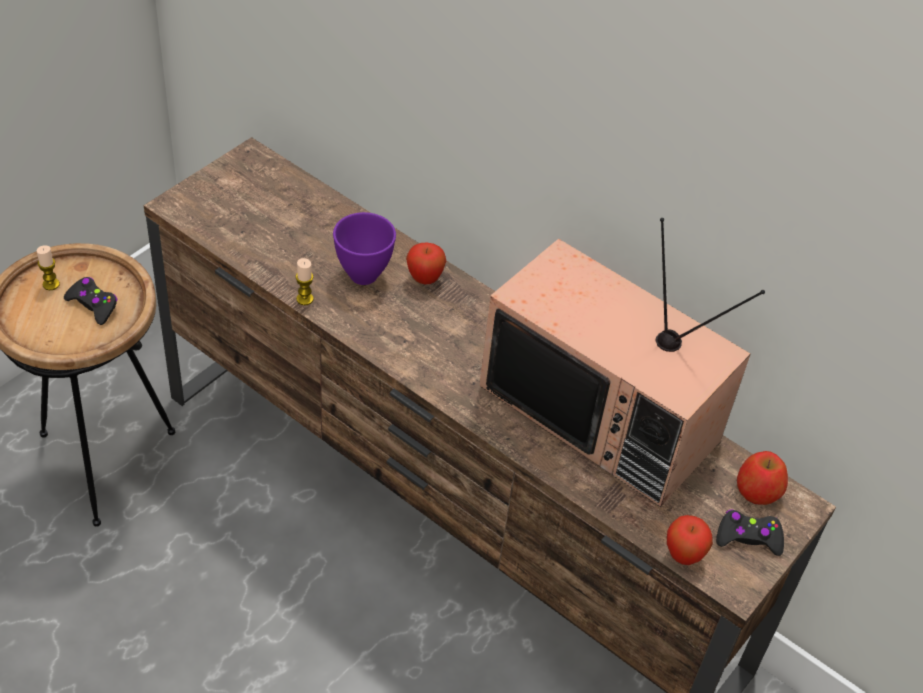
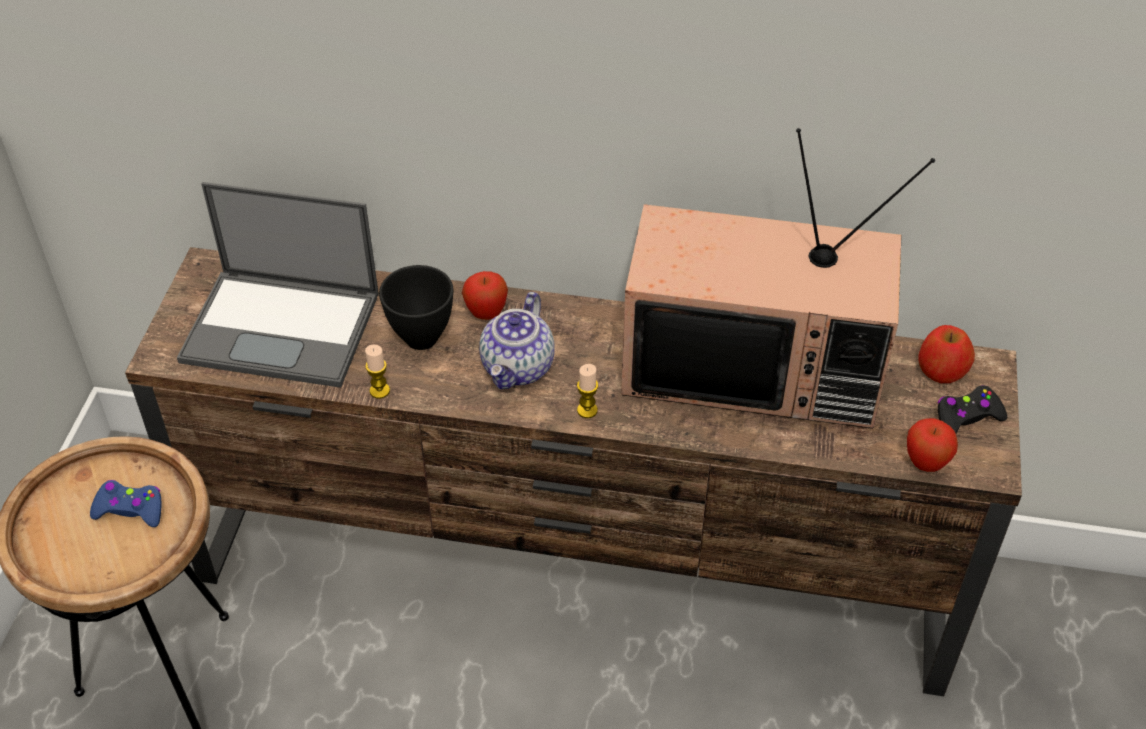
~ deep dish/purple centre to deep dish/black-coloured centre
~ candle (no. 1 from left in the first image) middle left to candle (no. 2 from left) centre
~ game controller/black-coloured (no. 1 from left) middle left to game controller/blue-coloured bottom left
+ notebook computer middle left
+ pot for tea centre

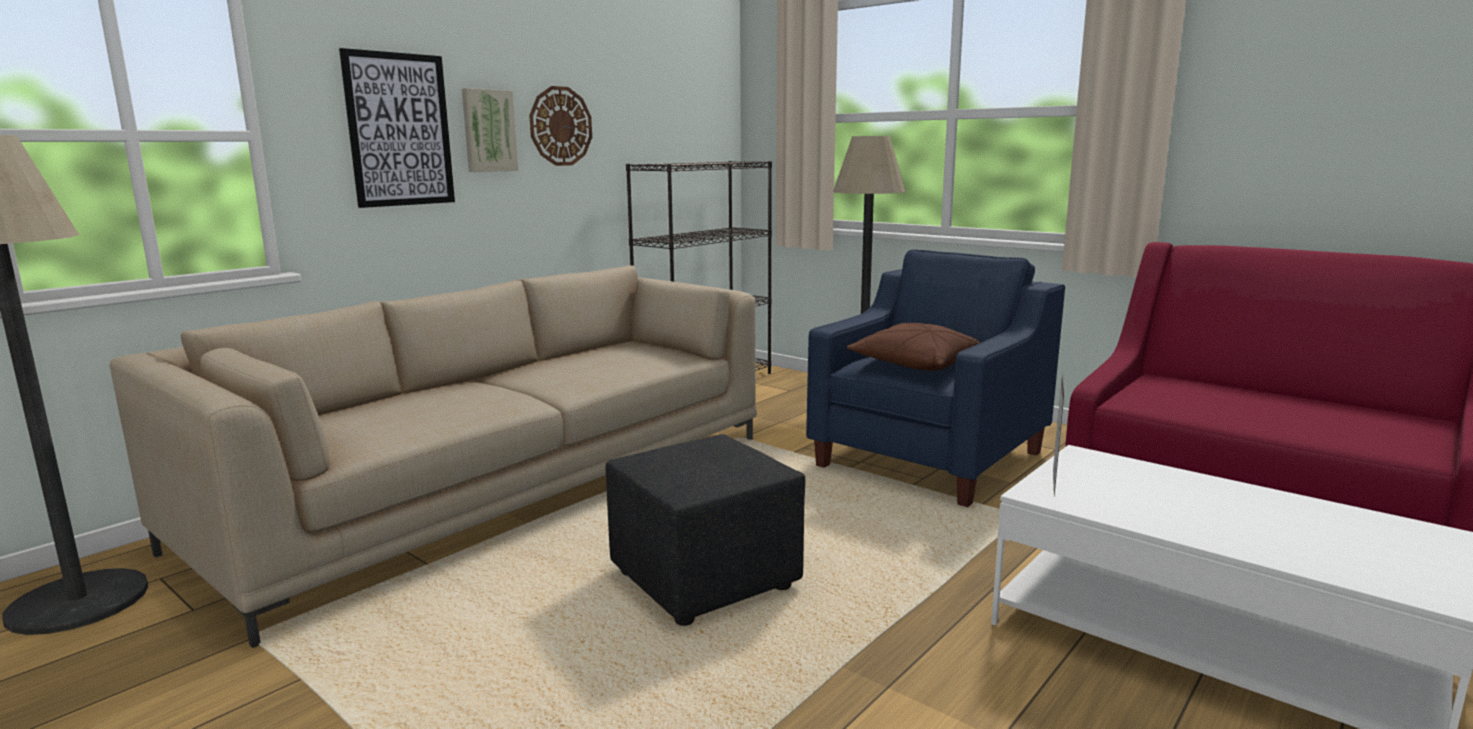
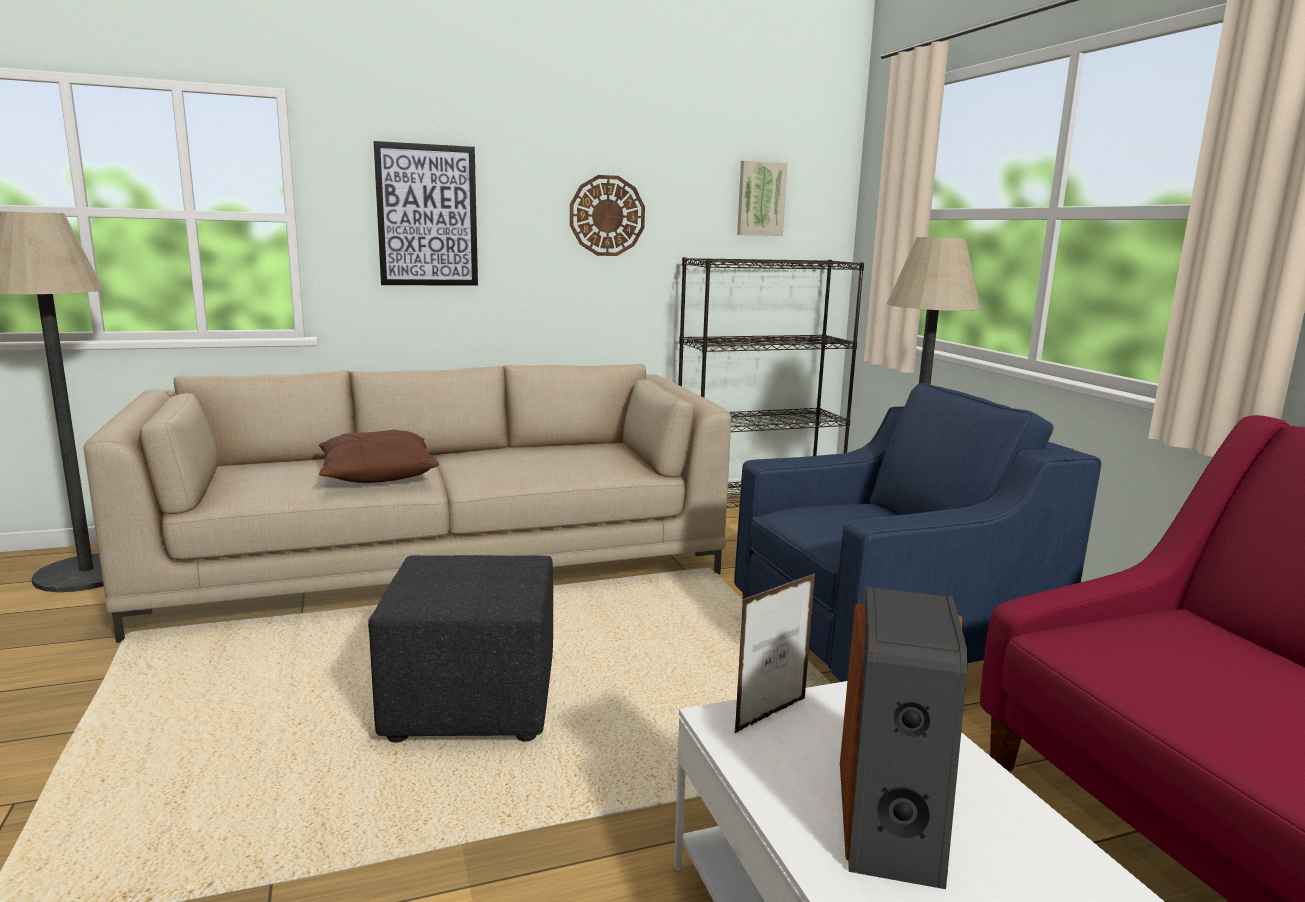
~ wall picture (no. 2 from left) top left to top centre
~ cushion/brown-coloured centre to middle left
+ audio speaker bottom right

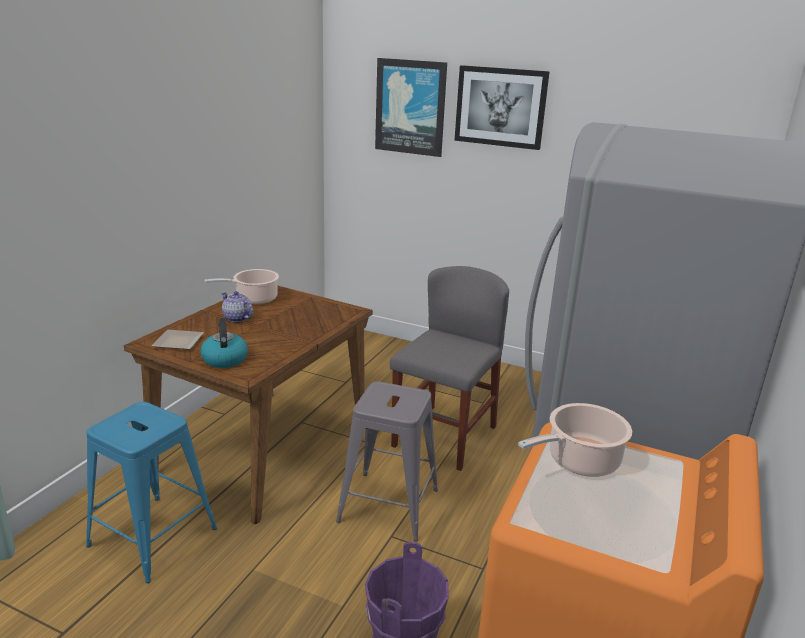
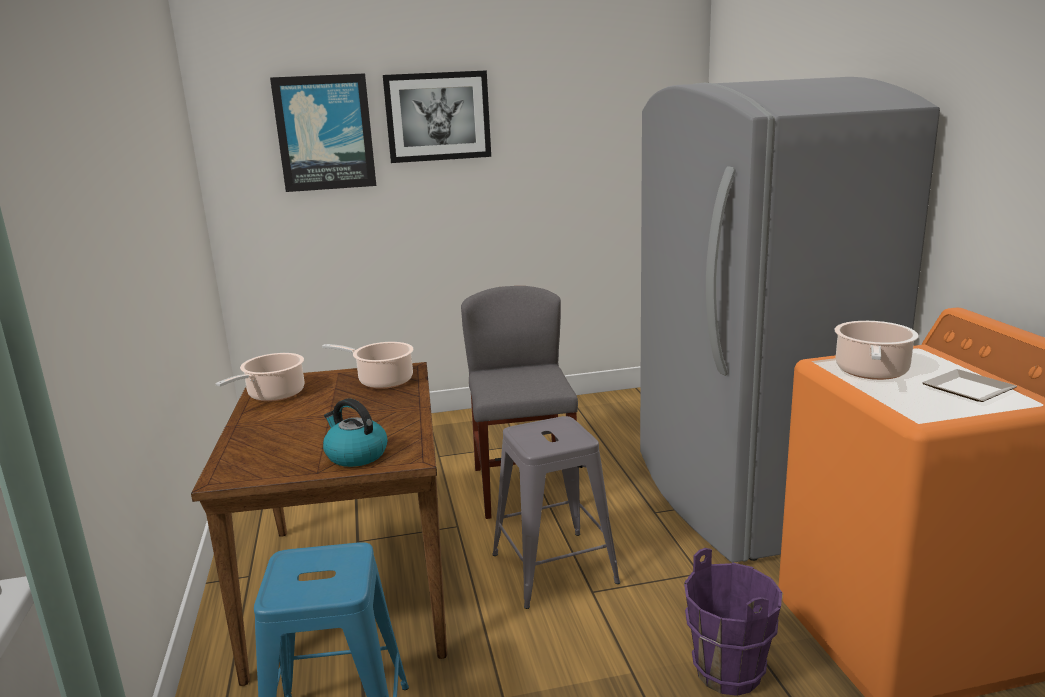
- pot for tea middle left
~ dinner plate middle left to middle right
+ stockpot (no. 2 from left) centre

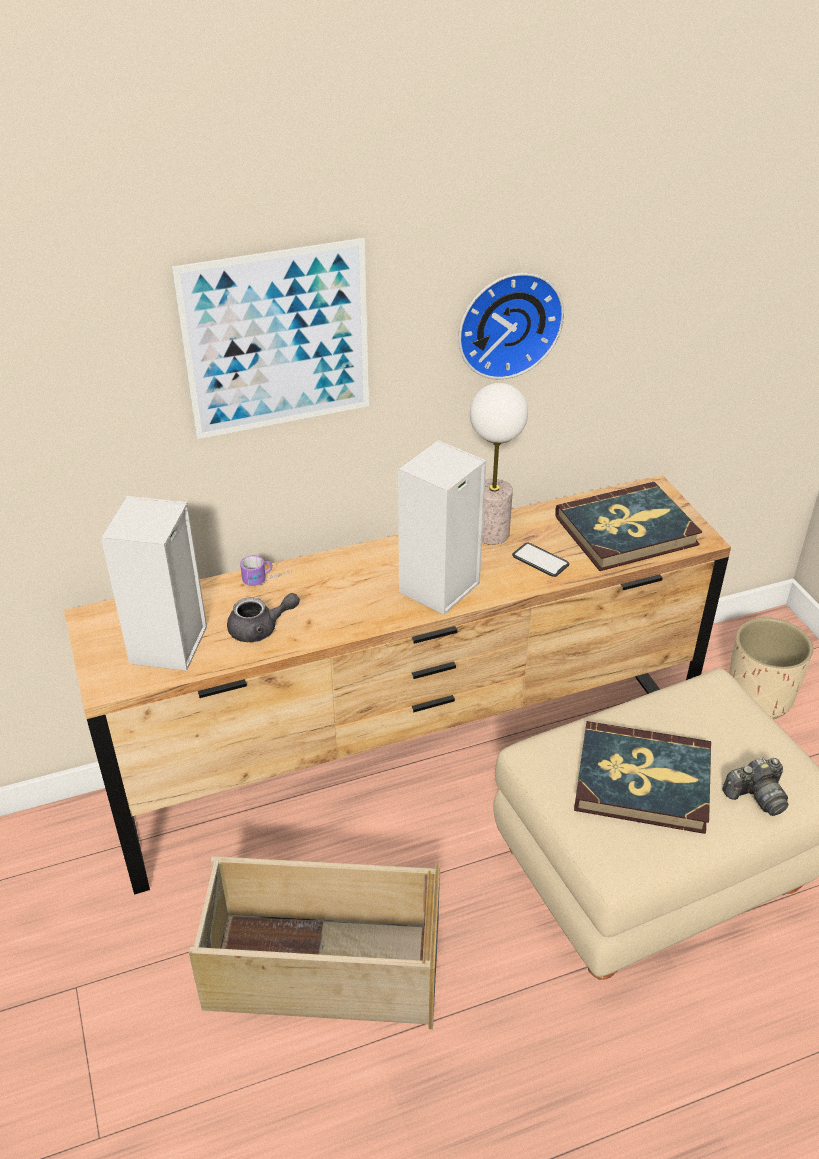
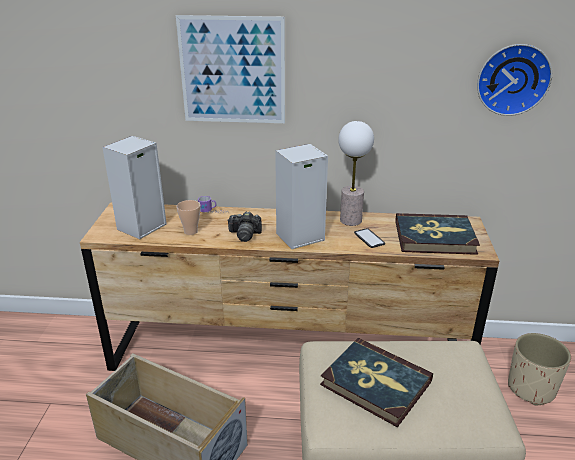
~ hanging clock top centre to top right
~ pot for tea/gray middle left to cup middle left
~ still camera bottom right to centre

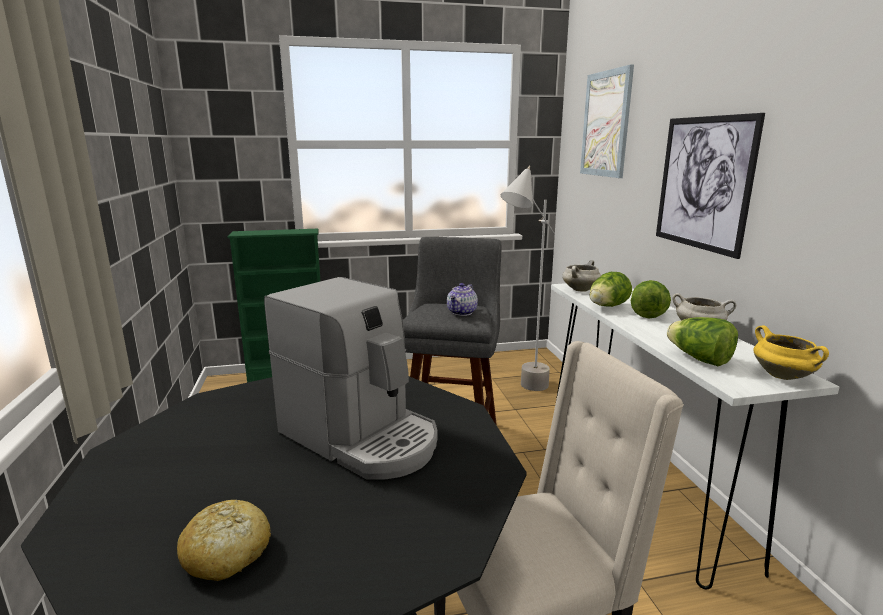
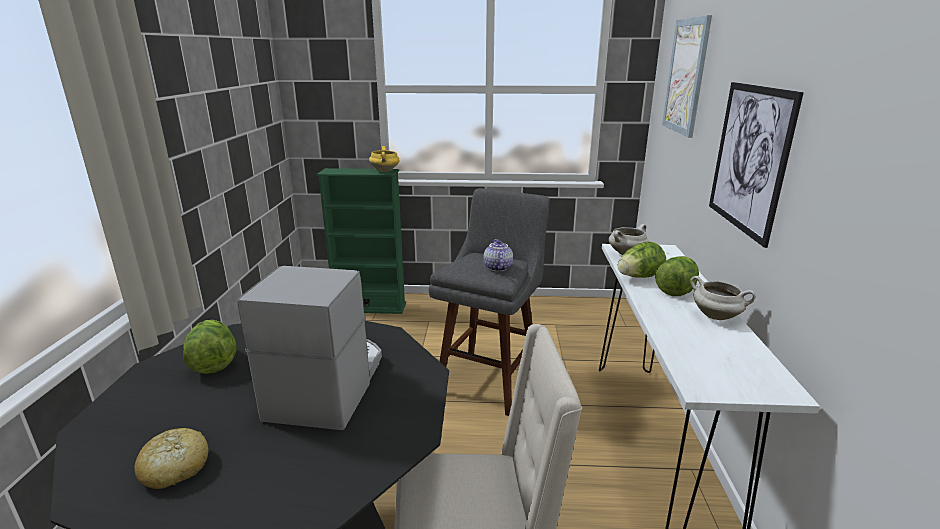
- floor lamp/gray centre
~ coffee brewer centre = middle left 135 degrees counterclockwise
~ pot for tea centre = centre 135 degrees clockwise
~ head of lettuce (no. 3 from left in the first image) middle right to head of lettuce (no. 1 from left) middle left
~ stockpot/yellow-coloured middle right to top centre

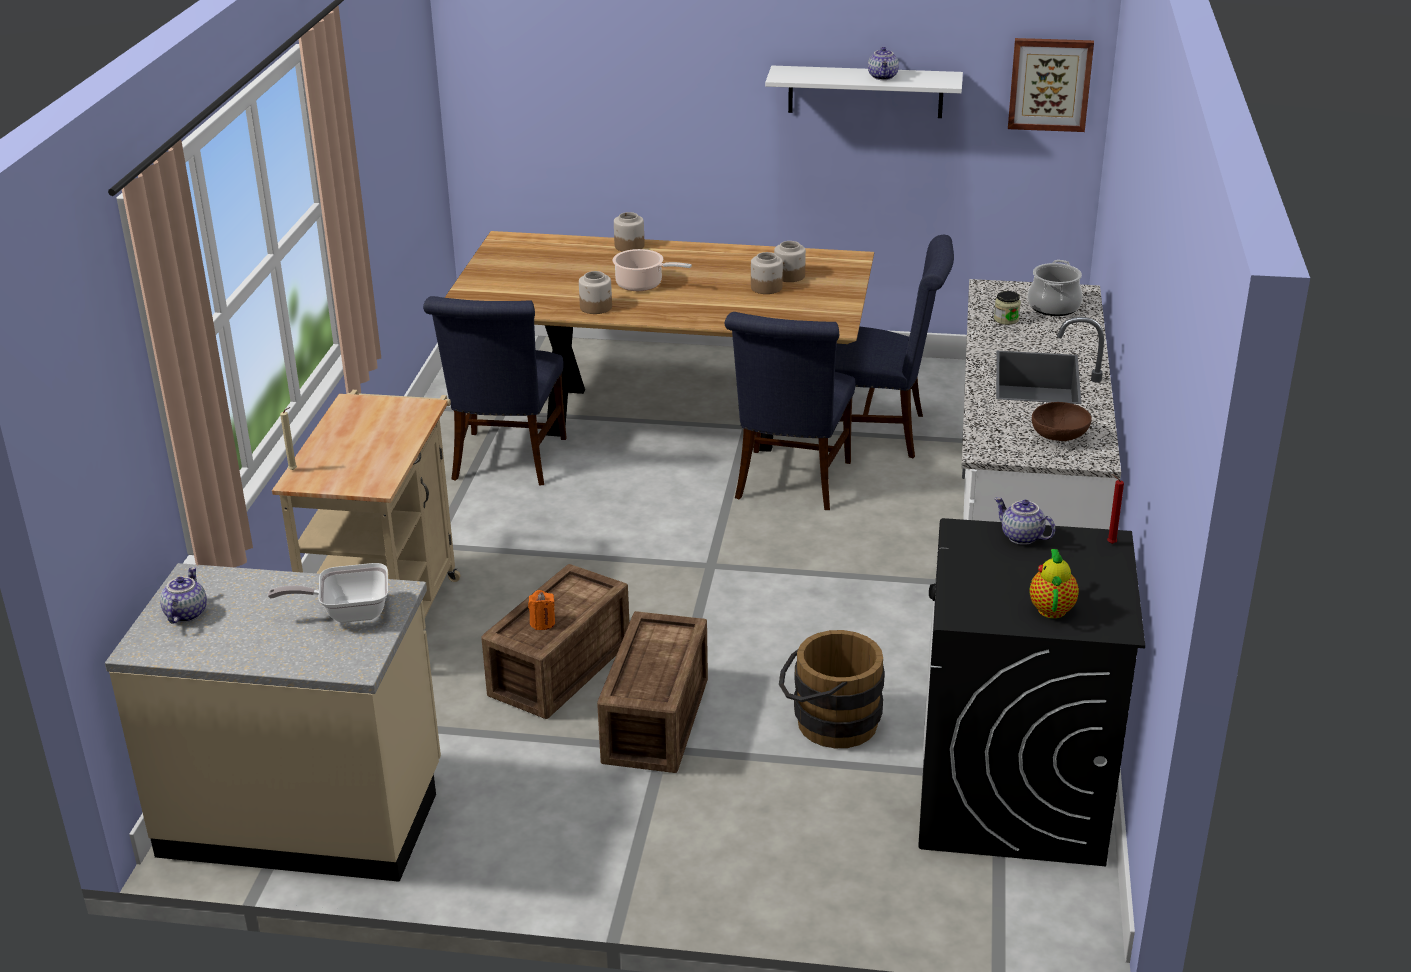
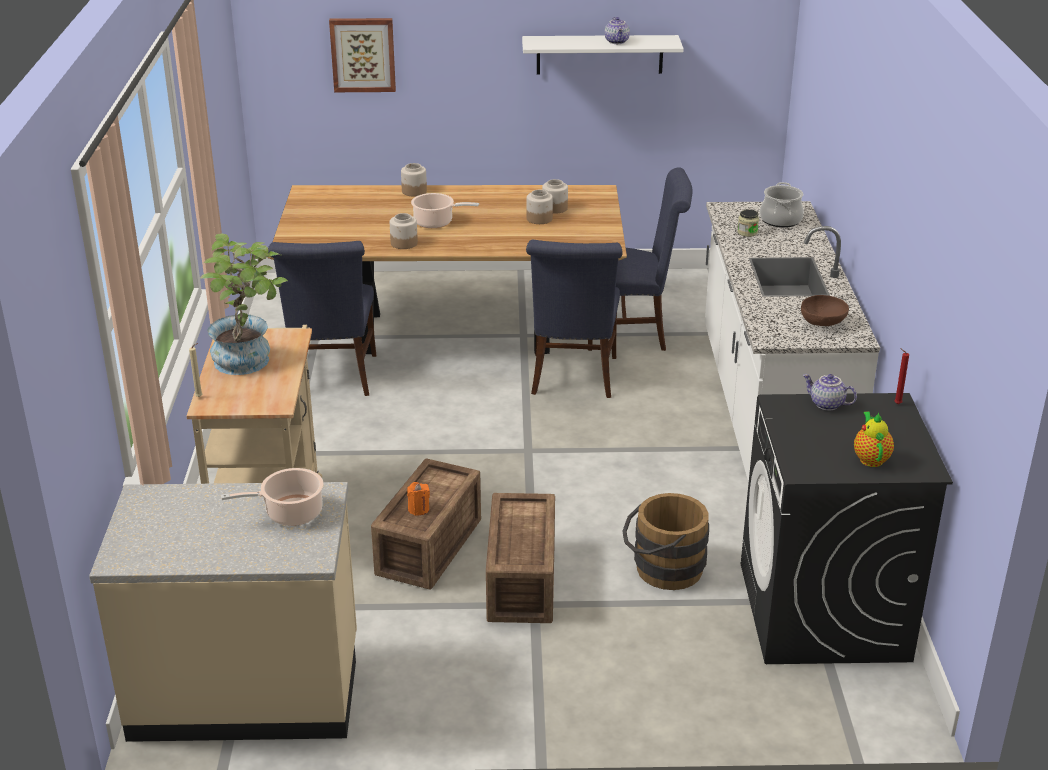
~ wall picture top right to top centre
~ frying pan middle left to stockpot (no. 1 from left) middle left
- pot for tea (no. 1 from left) middle left
+ potted plant middle left

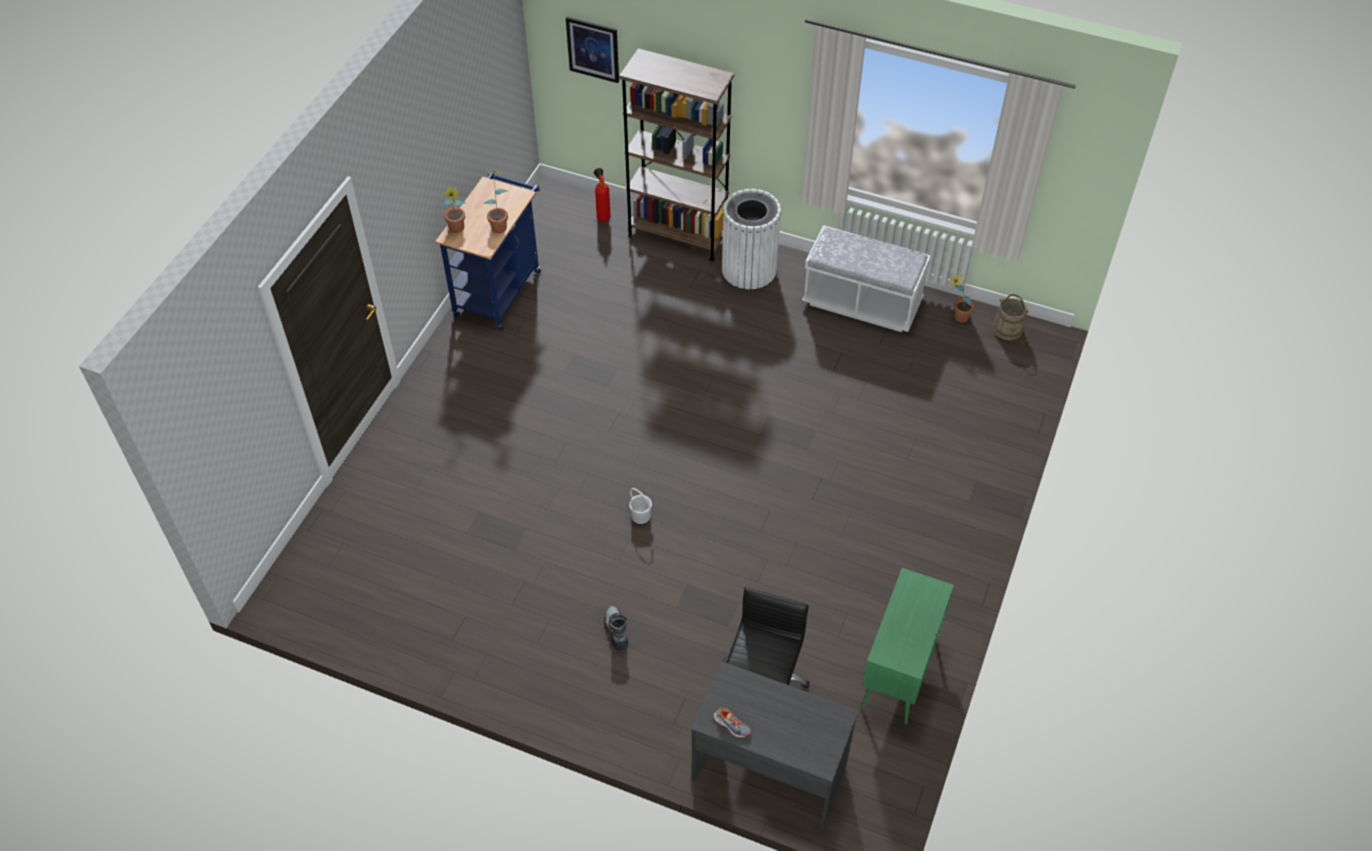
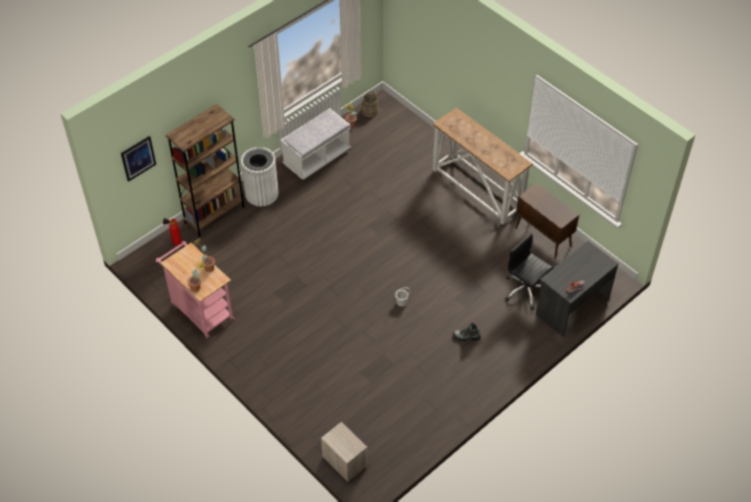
~ trolley/blue-coloured top centre to trolley/pinkish middle left
~ cupboard/greenish bottom centre to cupboard/brown-coloured middle right
+ console table top centre
+ night table bottom centre

